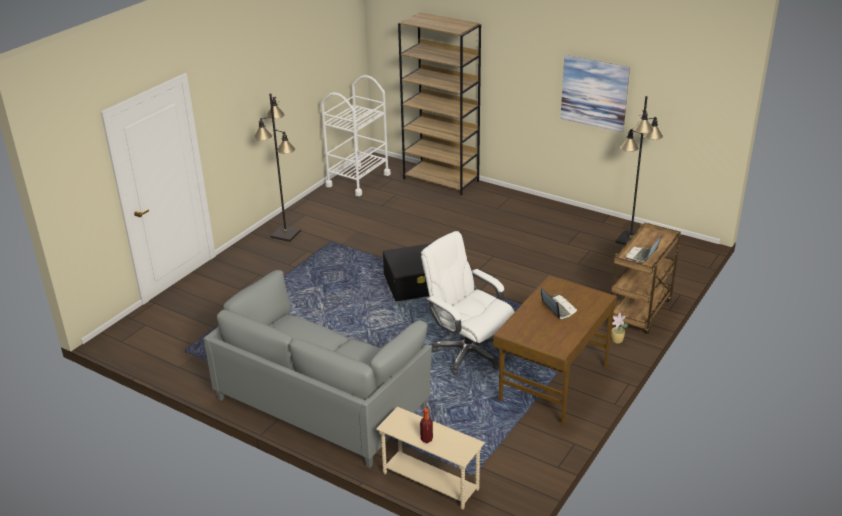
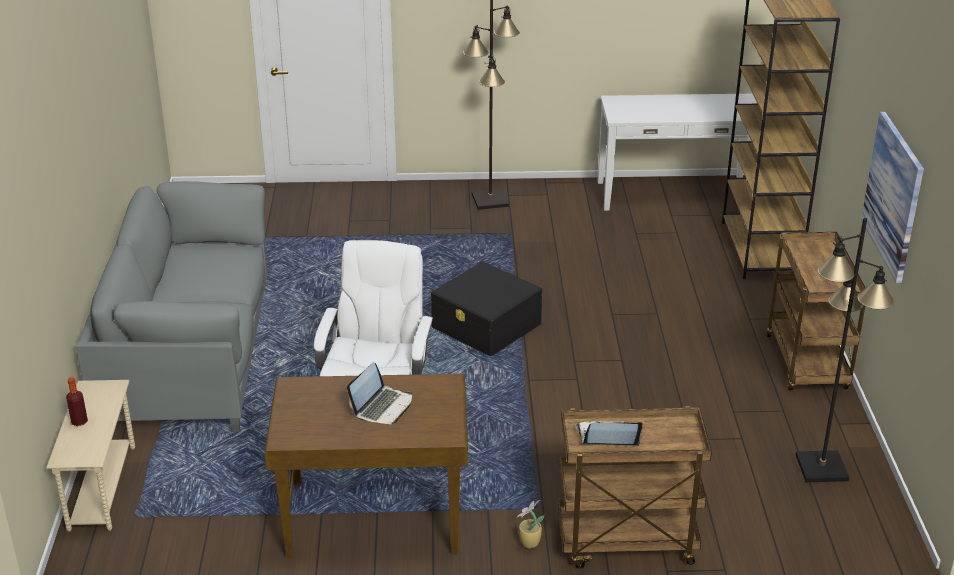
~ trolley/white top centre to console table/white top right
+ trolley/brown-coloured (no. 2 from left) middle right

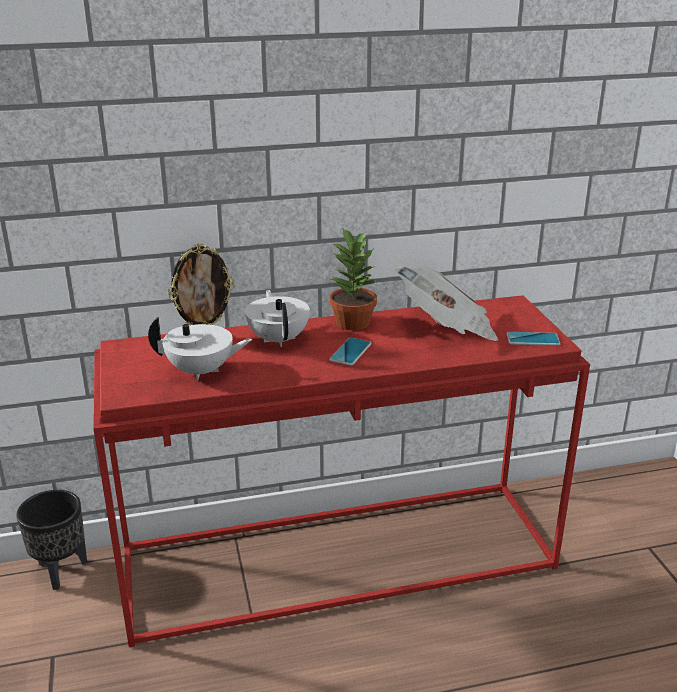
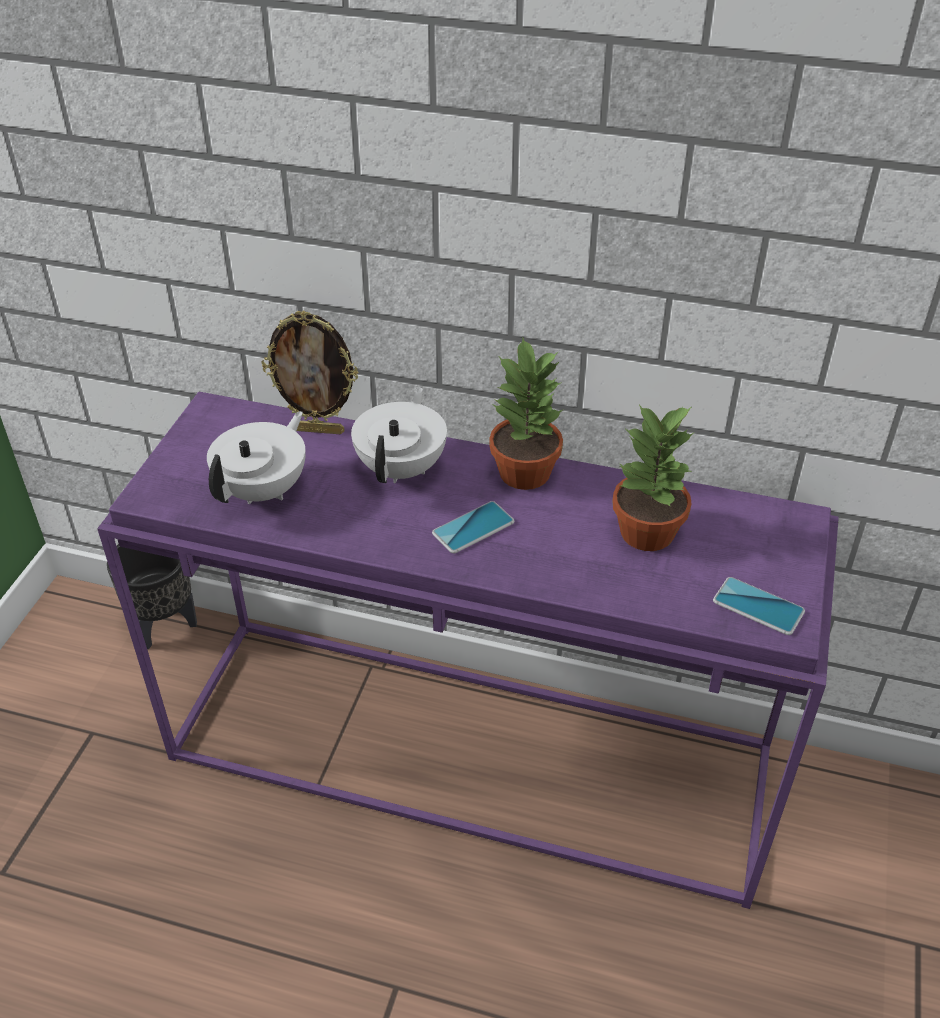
~ printed paper centre to potted plant (no. 2 from left) middle right
~ console table/reddish bottom centre to console table/purple centre
~ pot for tea/white (no. 1 from left) middle left = middle left 90 degrees counterclockwise

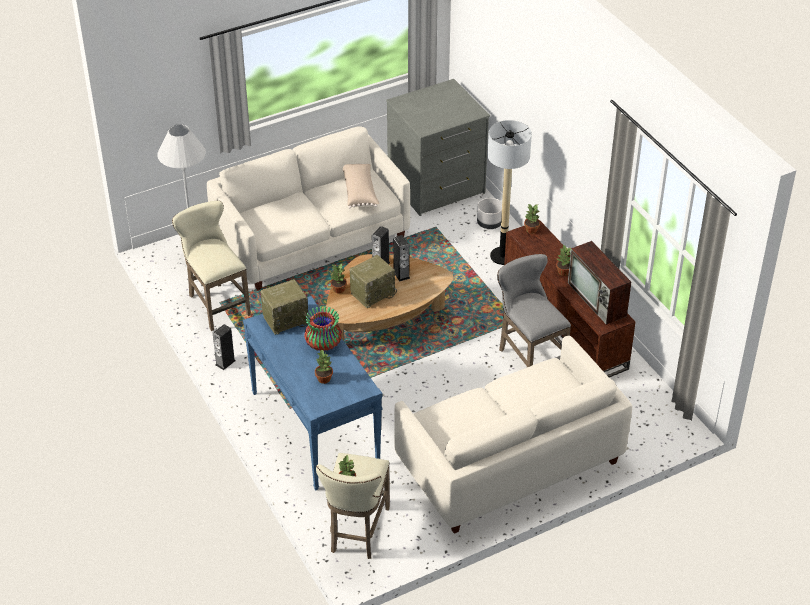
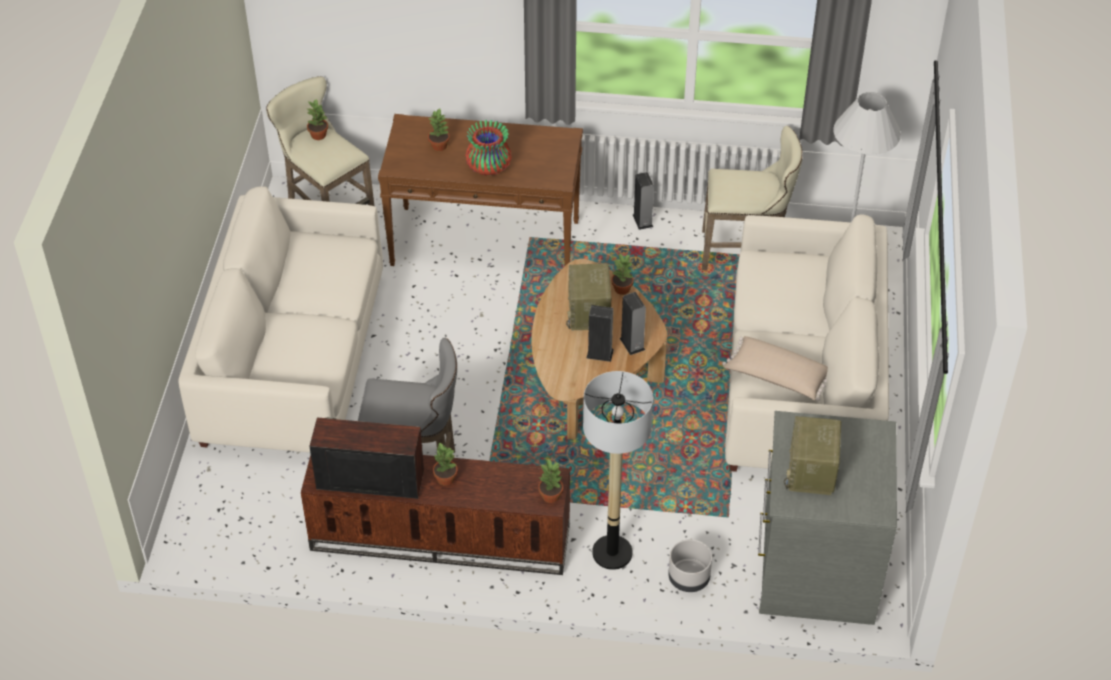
~ radio receiver (no. 1 from left in the first image) centre to radio receiver (no. 2 from left) bottom right
~ console table/blue-coloured centre to console table/brown-coloured top centre

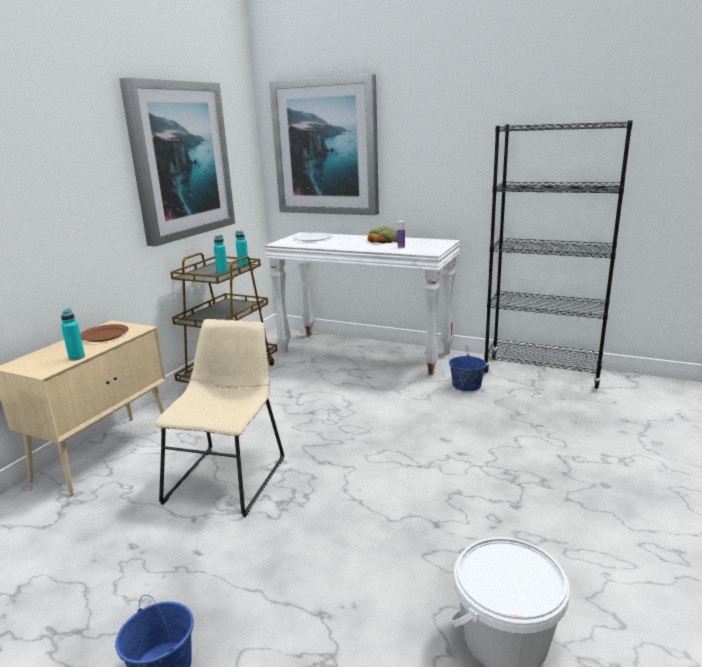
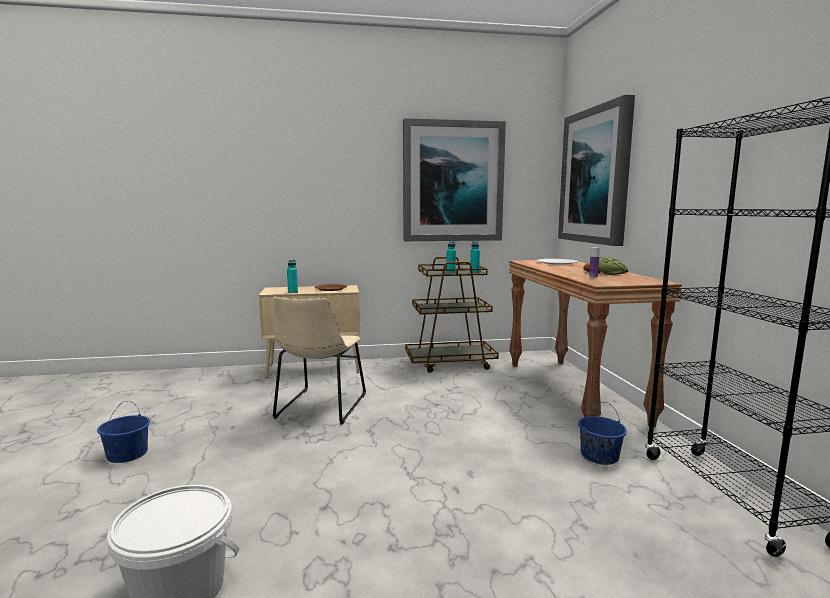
~ console table/white centre to console table/brown-coloured middle right
~ upright chair/beige-coloured middle left = centre 120 degrees clockwise

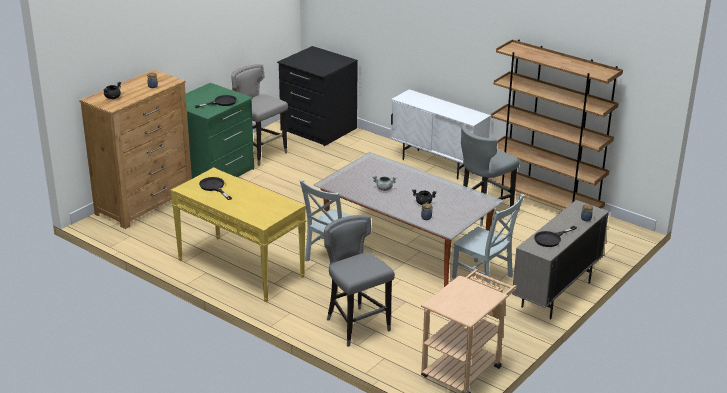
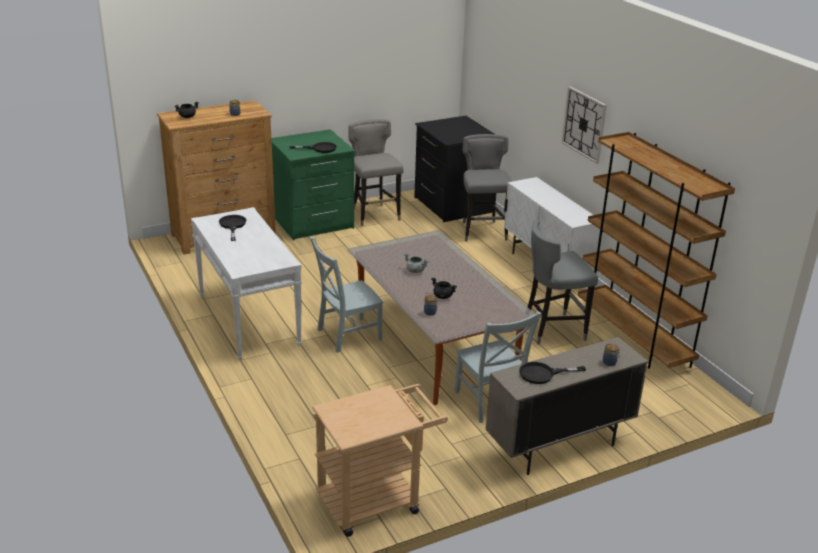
~ console table/yellow-coloured middle left to console table/white middle left
~ stool/gray (no. 2 from left) bottom centre to centre
+ hanging clock top right

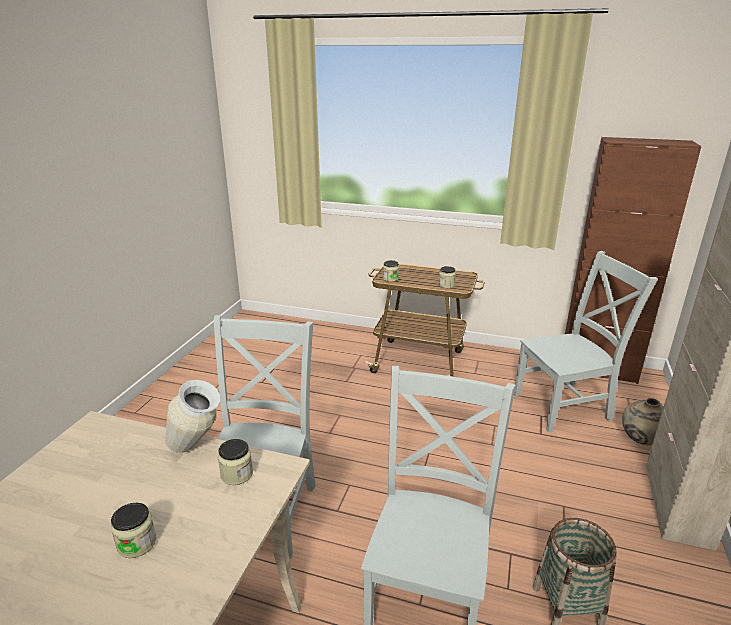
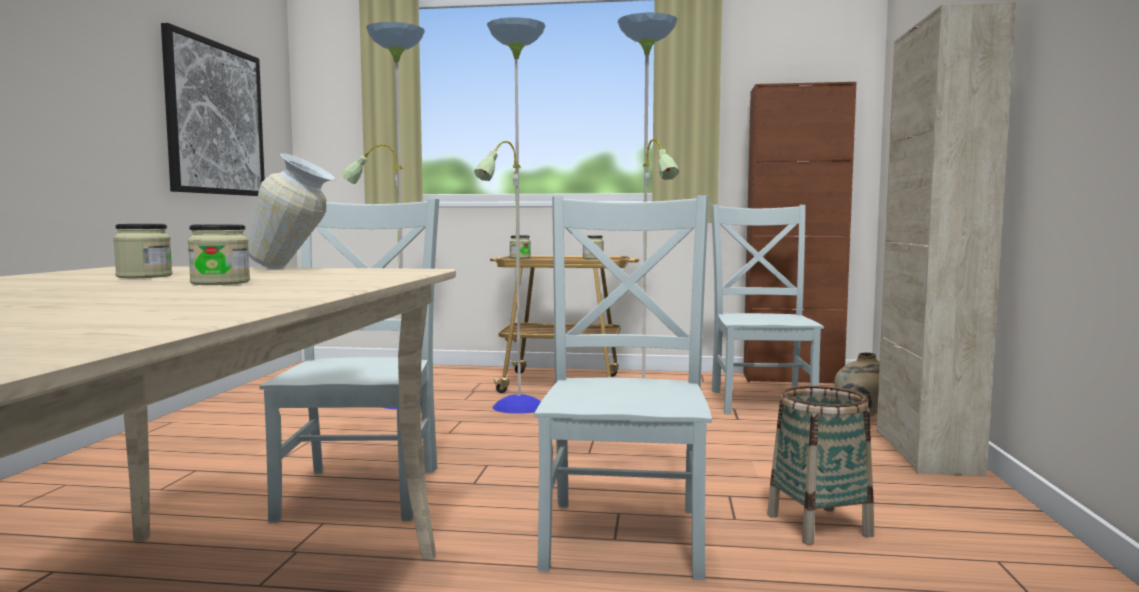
~ upright chair/gray (no. 3 from left) middle right = middle right 60 degrees counterclockwise
~ jar (no. 2 from left in the first image) bottom left to jar (no. 1 from left) middle left
+ floor lamp centre
+ wall picture top left

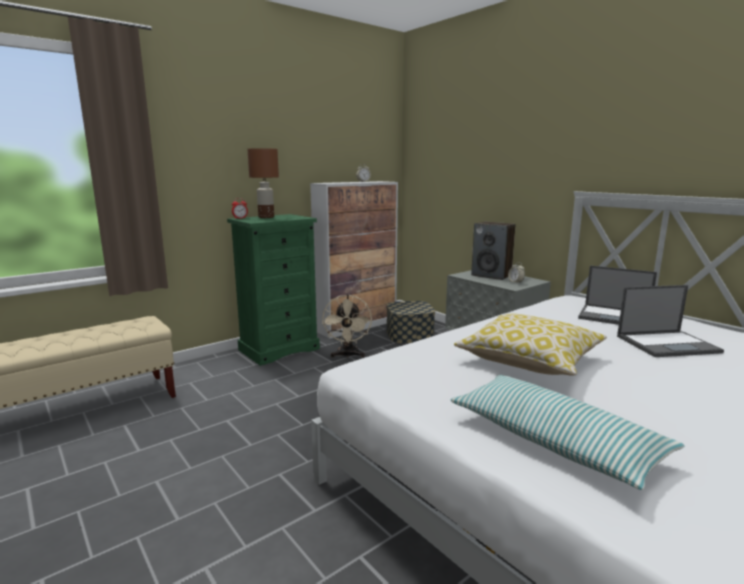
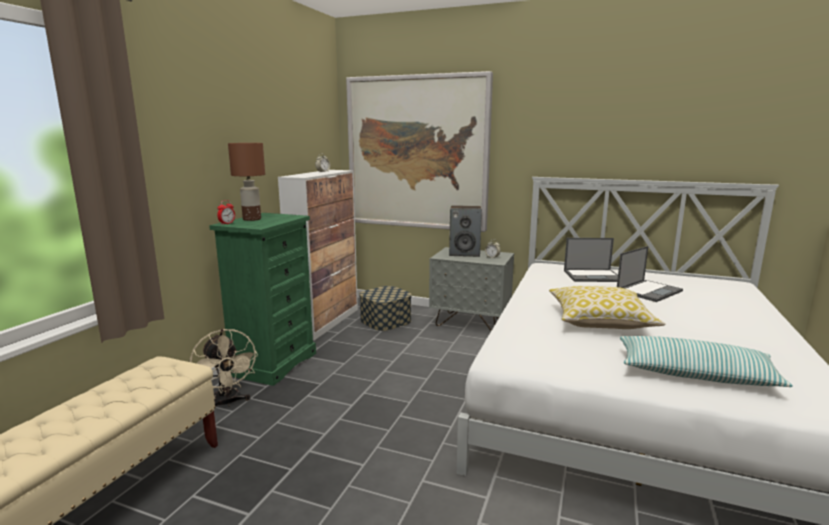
~ cooling fan/beige-coloured centre to bottom left
+ wall picture top centre

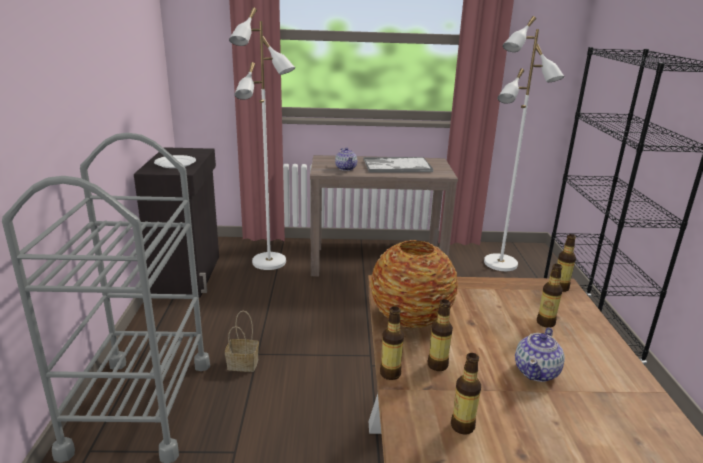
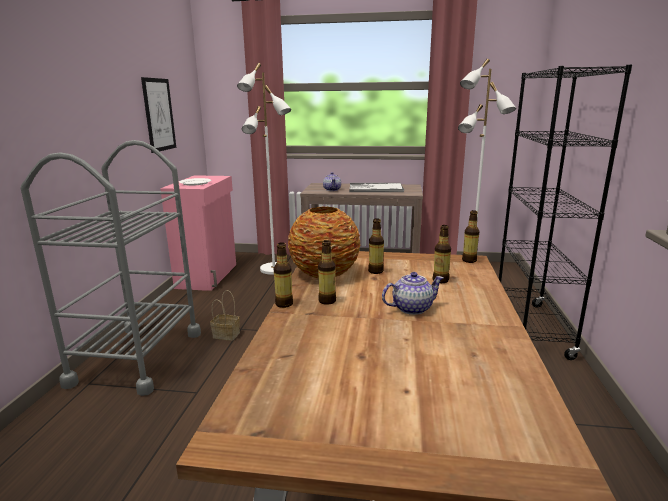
~ cupboard/black-coloured middle left to cupboard/pinkish middle left
~ pot for tea (no. 2 from left) bottom right = centre 150 degrees counterclockwise
~ beverage bottle (no. 3 from left) bottom centre to centre
+ wall picture top left

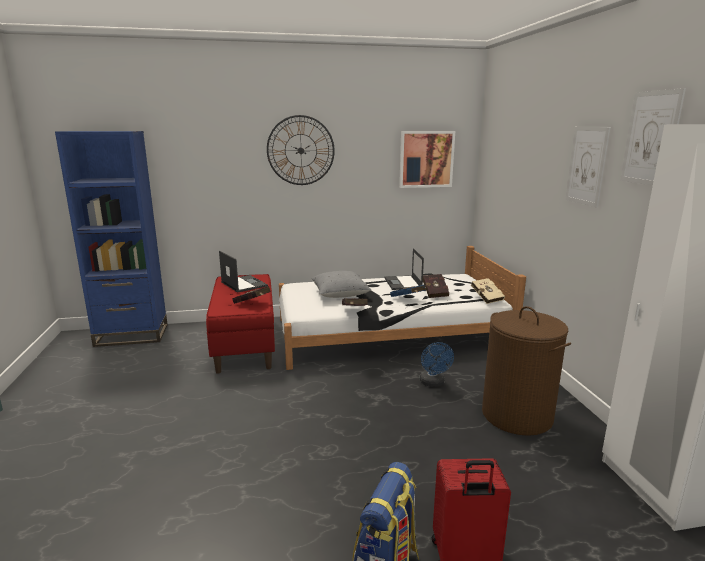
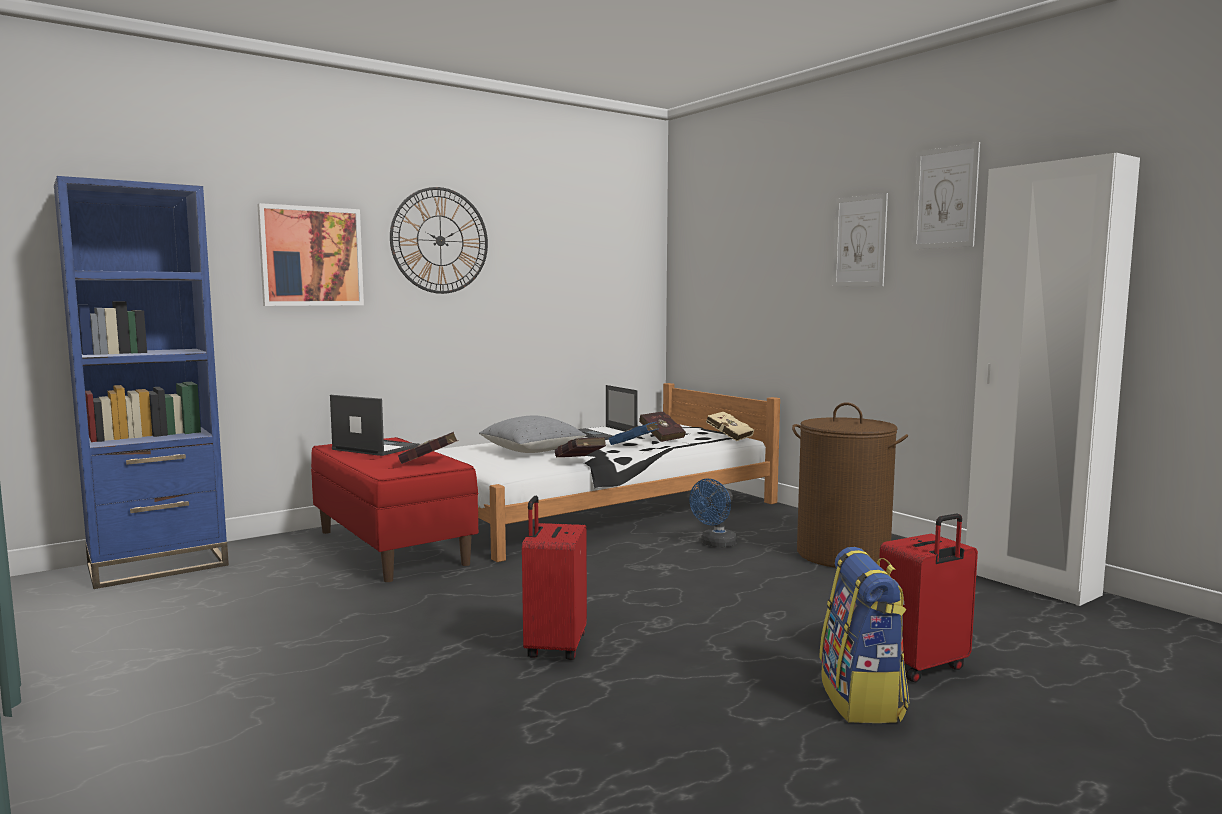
~ wall picture (no. 1 from left) top centre to top left
~ cooling fan/blue-coloured centre = centre 75 degrees clockwise
+ travel case/reddish (no. 1 from left) bottom centre

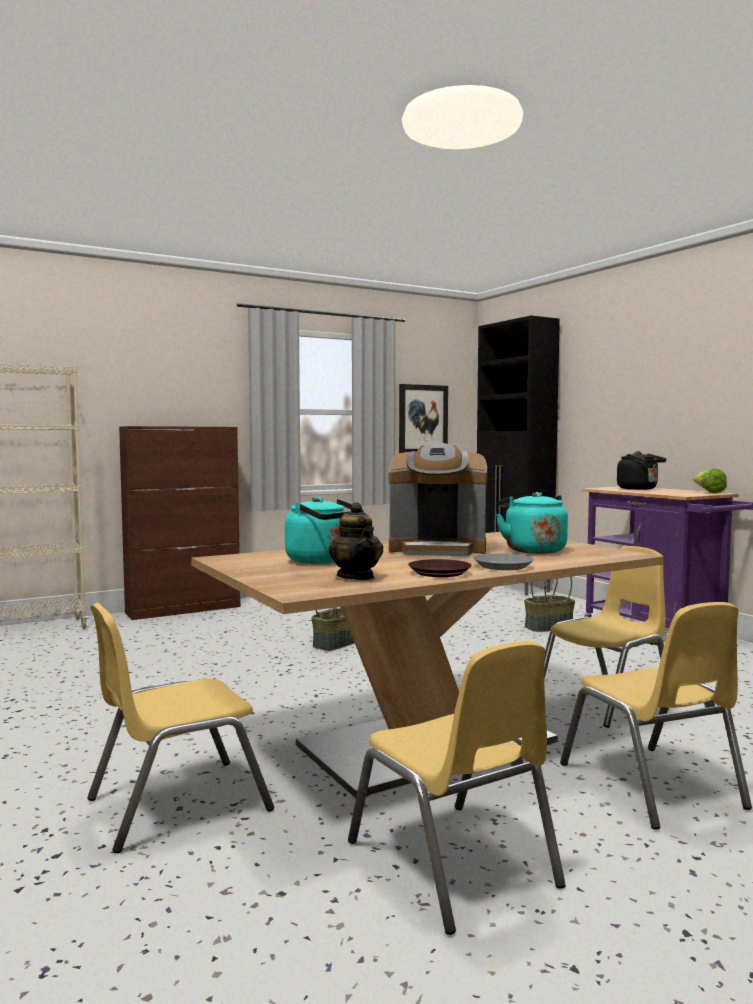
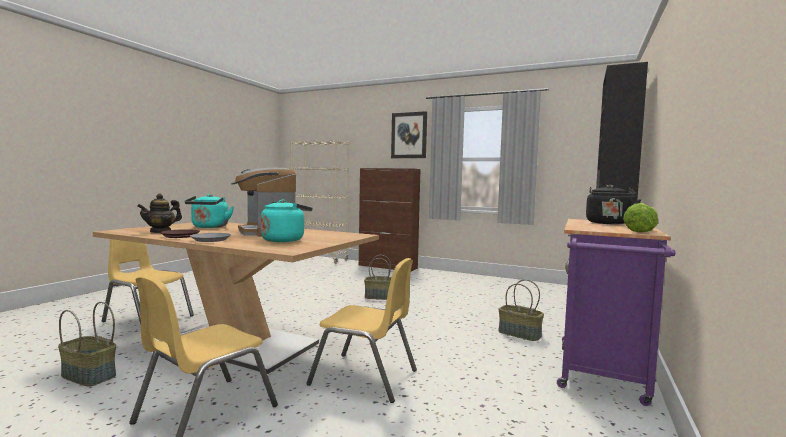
~ wall picture centre to top centre
~ upright chair/yellow-coloured (no. 2 from left) bottom centre to storage basket (no. 1 from left) bottom left

